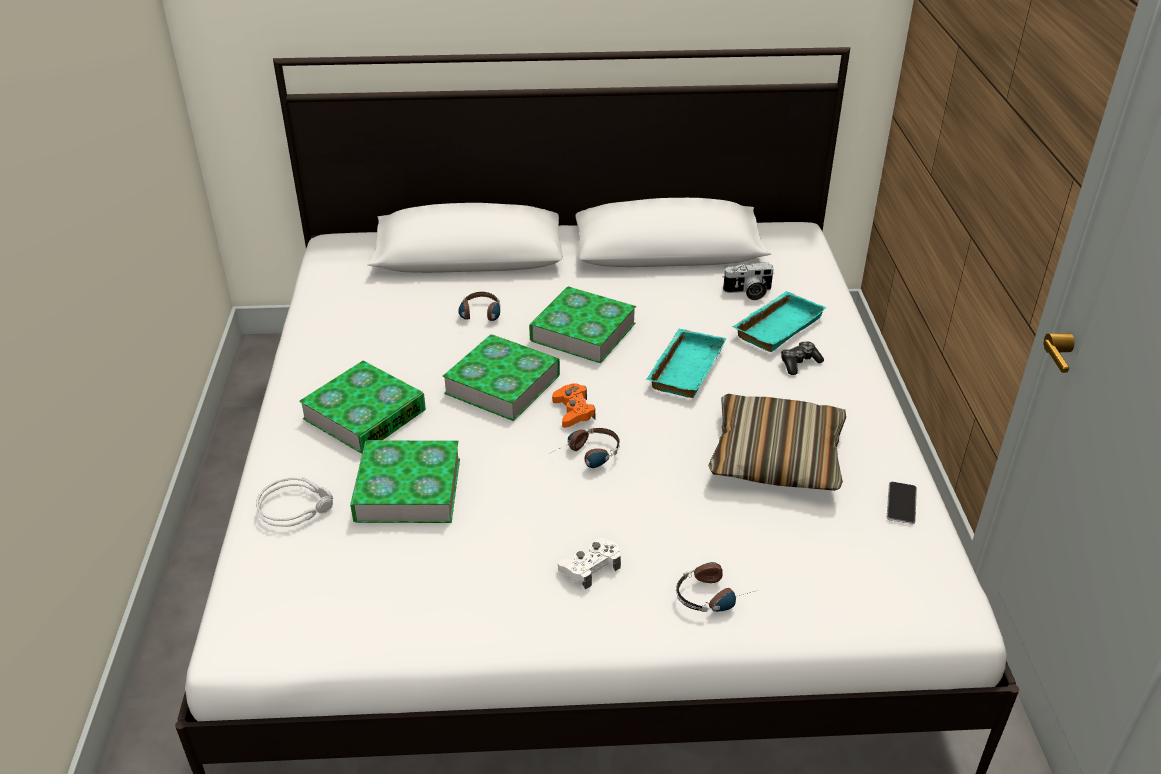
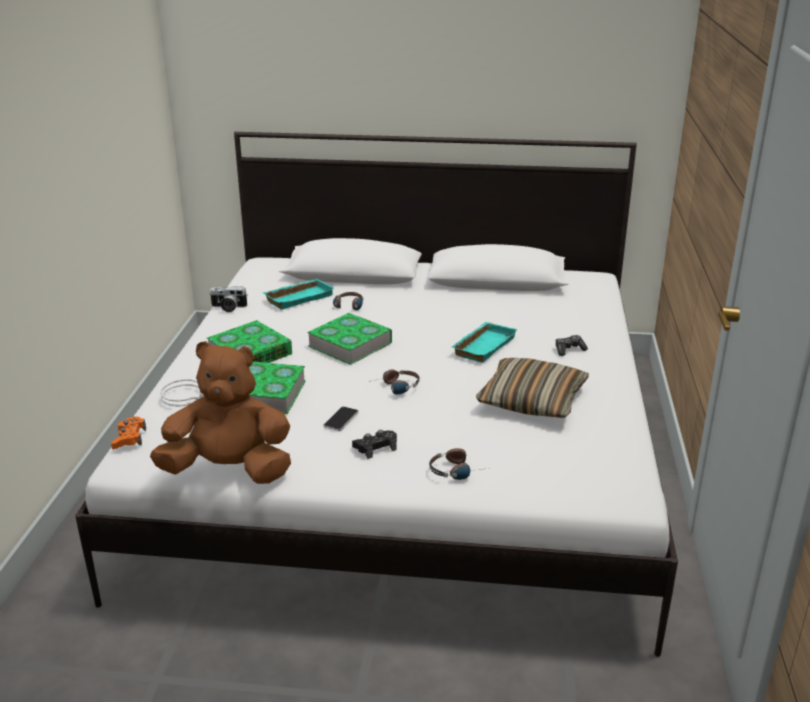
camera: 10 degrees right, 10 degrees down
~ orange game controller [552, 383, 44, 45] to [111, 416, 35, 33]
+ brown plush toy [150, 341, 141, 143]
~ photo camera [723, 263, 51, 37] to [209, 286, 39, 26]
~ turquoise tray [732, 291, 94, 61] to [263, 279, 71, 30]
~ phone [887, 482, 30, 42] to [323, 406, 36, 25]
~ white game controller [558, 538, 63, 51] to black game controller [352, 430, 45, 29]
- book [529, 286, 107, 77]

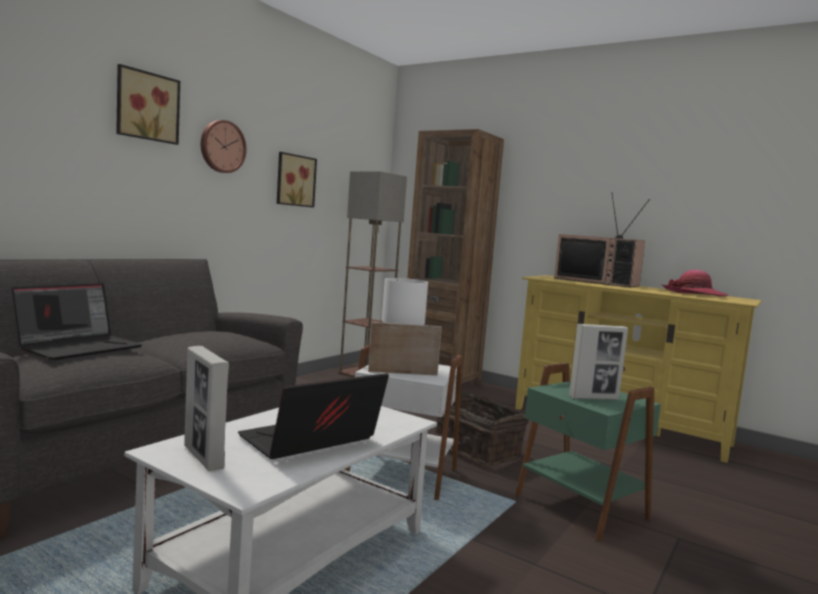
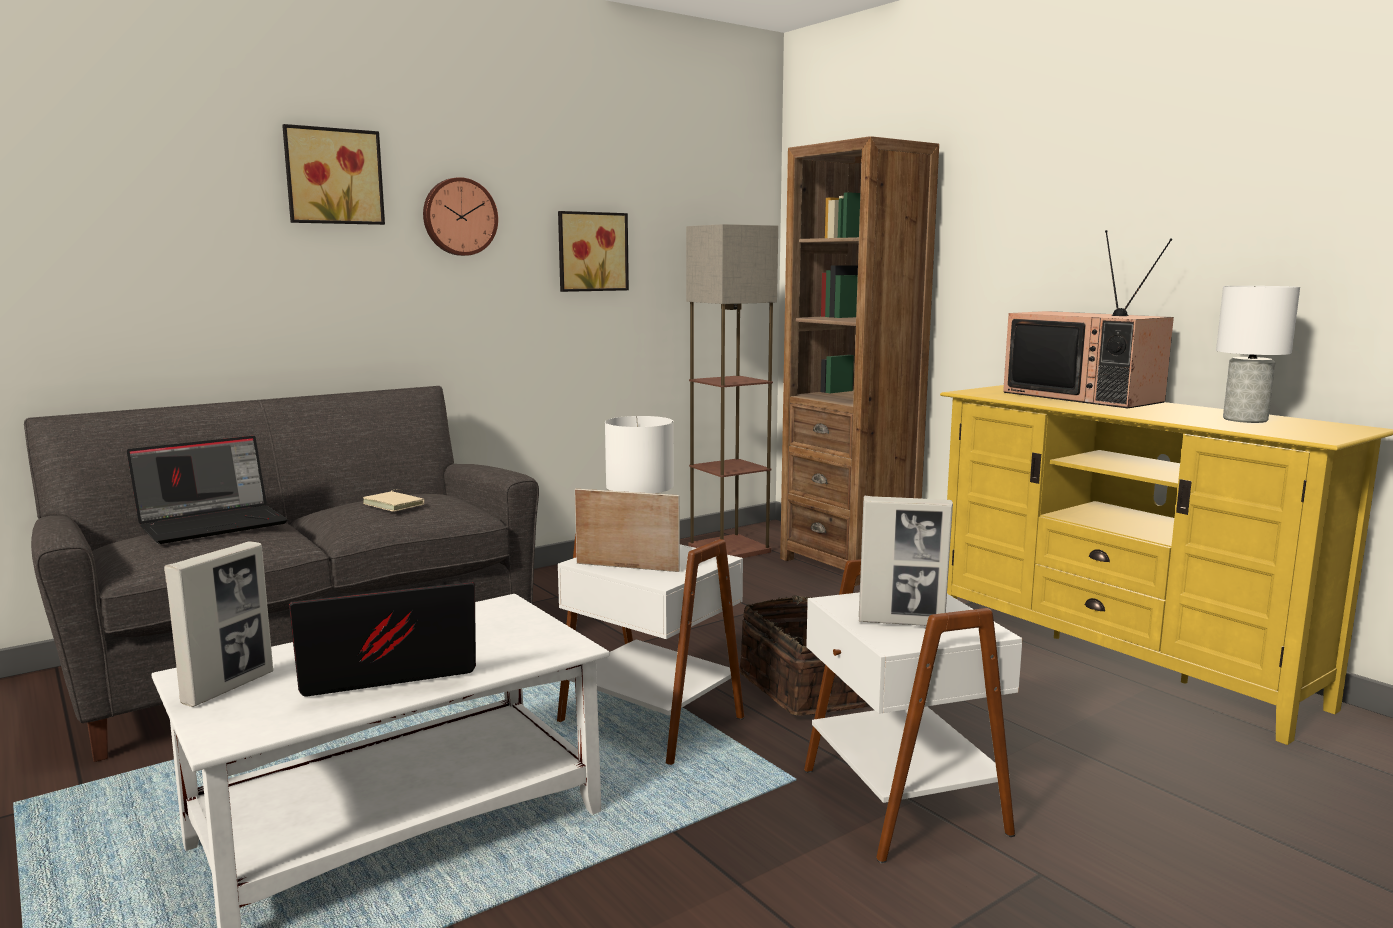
camera: 20 degrees right, 5 degrees up
~ picture frame [184, 346, 45, 125] = [164, 542, 109, 165] 135 degrees counterclockwise
+ beige book [363, 490, 61, 22]
~ green side table [515, 363, 146, 180] to white side table [804, 559, 218, 304]
~ hat [661, 269, 67, 28] to white table lamp [1216, 286, 84, 137]

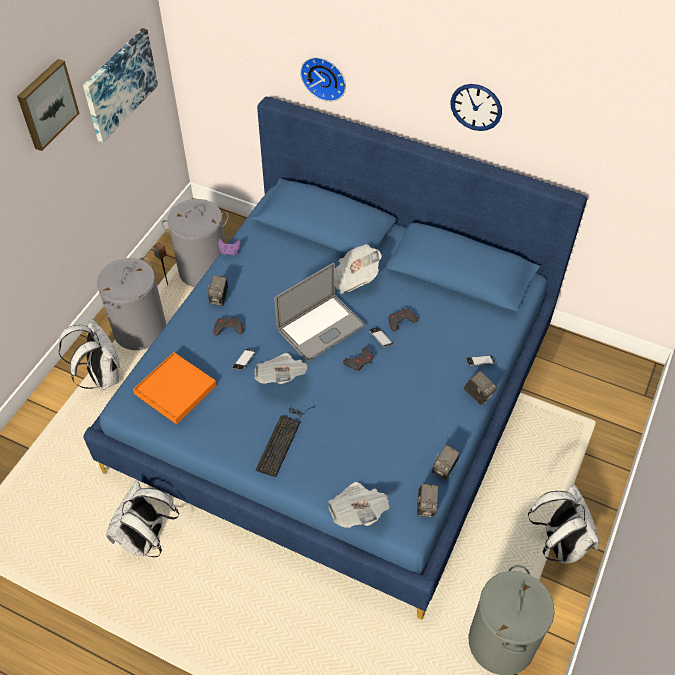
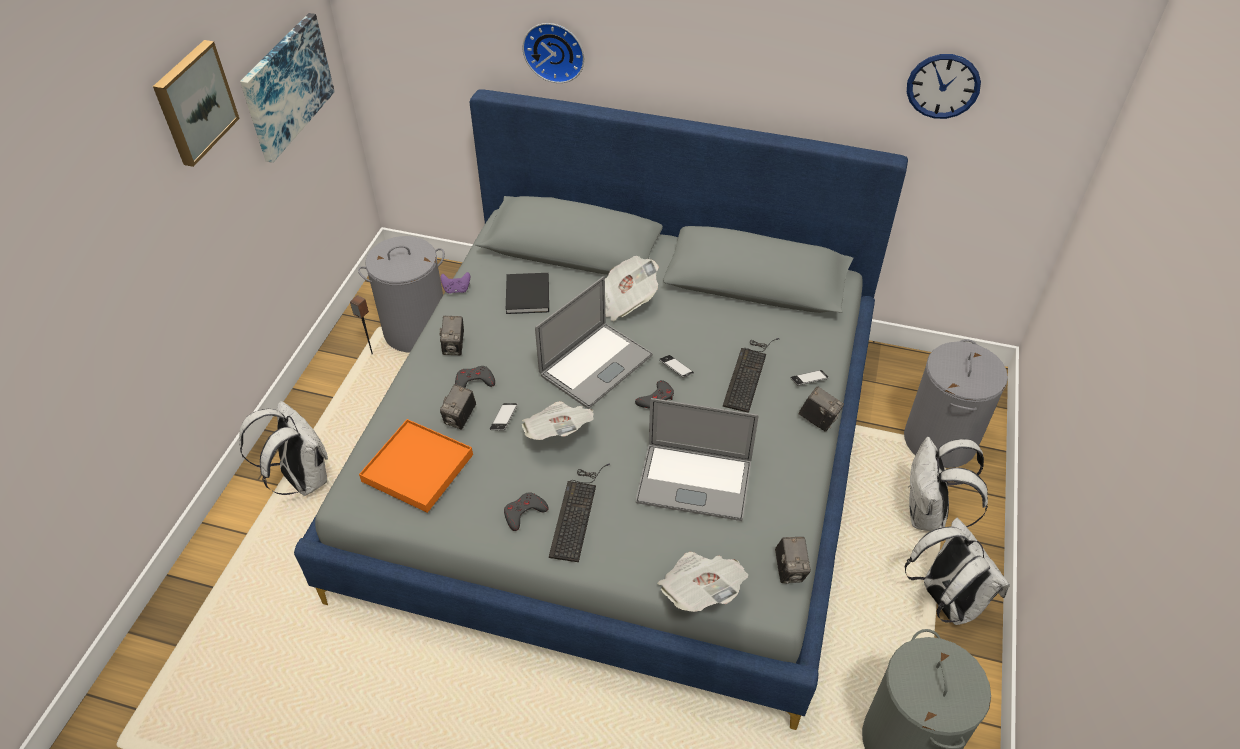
camera: 10 degrees left, 5 degrees down
~ blue bed [83, 97, 505, 523] to grey bed [294, 89, 614, 641]
~ photo camera [432, 445, 28, 35] to [440, 384, 36, 46]
~ grey game controller [388, 308, 30, 24] to [504, 492, 45, 39]
+ black book [506, 273, 43, 41]
+ laptop [636, 398, 122, 123]
+ keyboard [723, 338, 56, 75]
~ grey laundry basket [97, 257, 69, 93] to [904, 339, 104, 129]
~ wall clock [450, 84, 52, 47] to [907, 54, 74, 65]
~ white backpack [106, 480, 73, 77] to [908, 437, 80, 94]

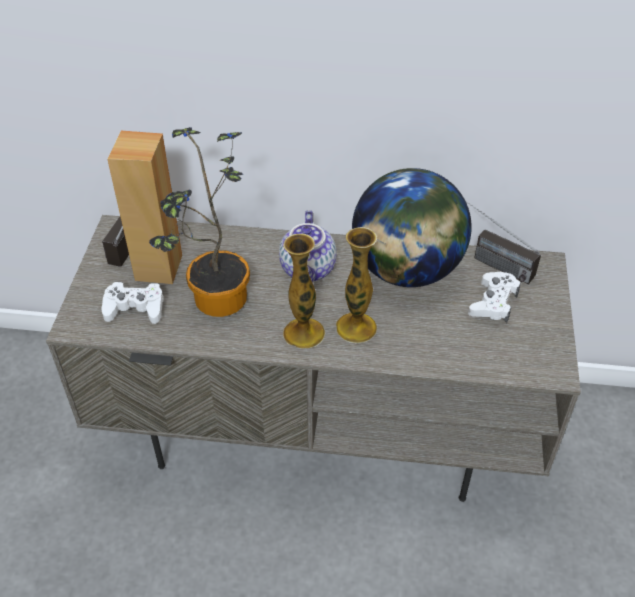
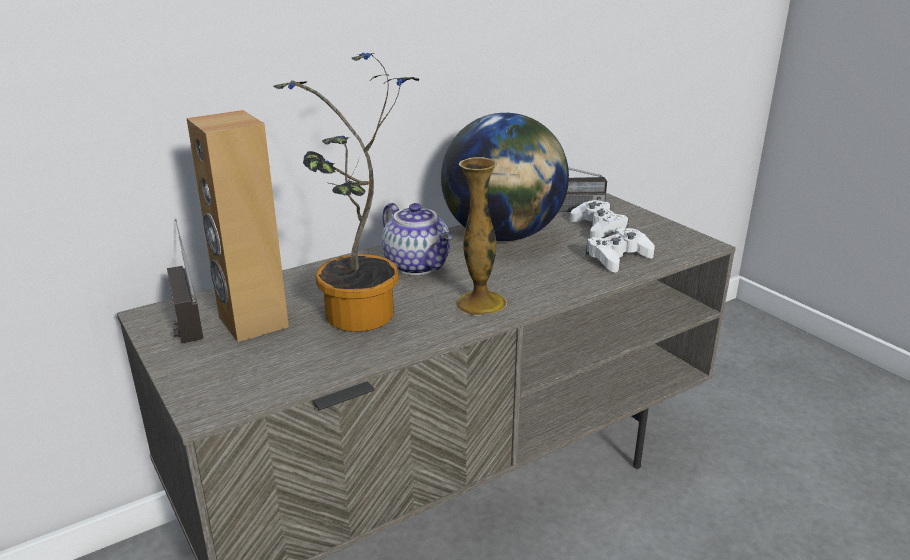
camera: 40 degrees left, 20 degrees down
~ white game controller [101, 282, 63, 42] to [586, 227, 69, 46]
- vase [336, 227, 41, 116]

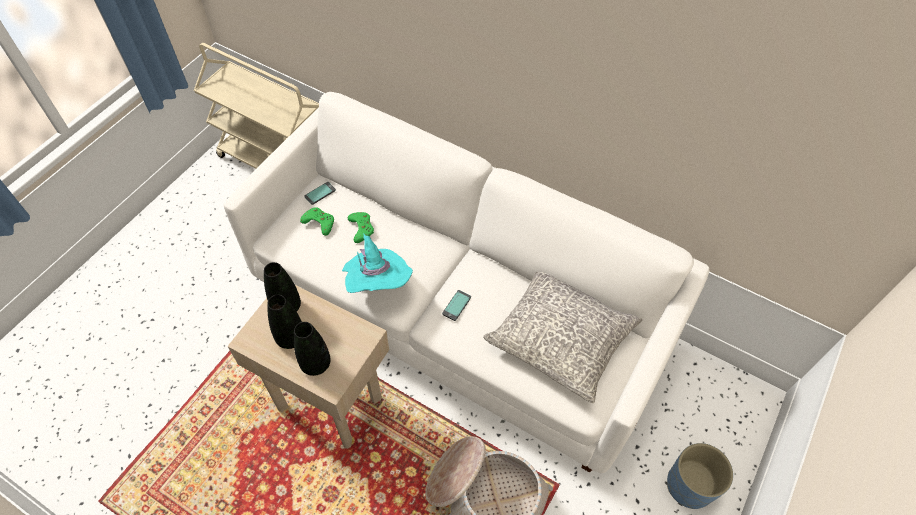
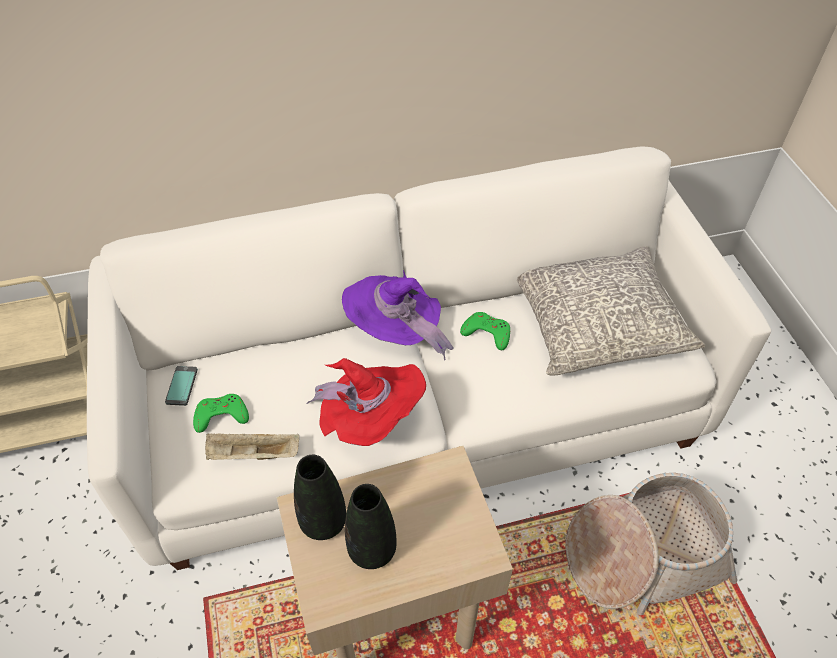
camera: 45 degrees left, 5 degrees down
+ beige tray [205, 433, 94, 27]
~ turquoise hat [342, 233, 71, 60] to red hat [306, 358, 120, 88]
+ purple hat [342, 270, 112, 91]
~ green game controller [348, 212, 26, 31] to [460, 312, 50, 38]
- black vase [294, 322, 37, 54]
- phone [442, 290, 29, 31]
- blue planter [667, 443, 66, 66]

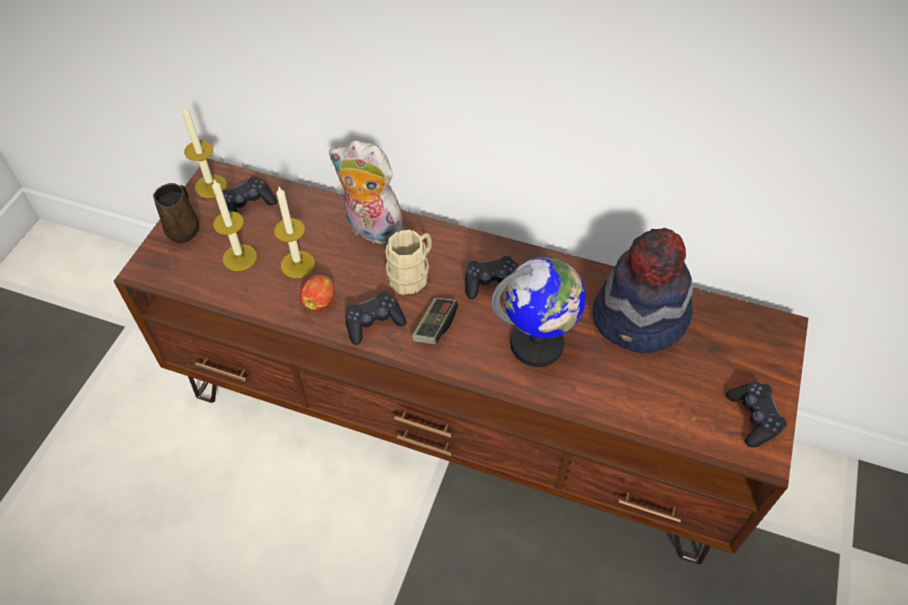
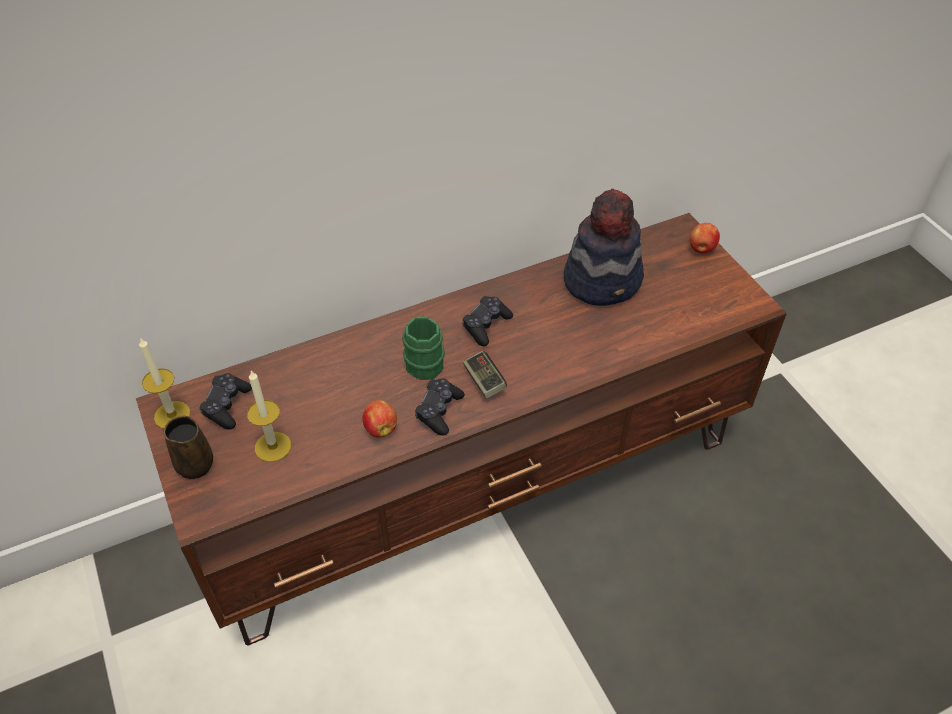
camera: 45 degrees left, 5 degrees down
~ beige mug [385, 230, 47, 65] to green mug [402, 315, 43, 65]
+ apple [690, 223, 30, 30]
- candle [274, 187, 41, 91]
- plush toy [329, 140, 78, 107]
- globe [491, 256, 95, 111]
- black game controller [726, 381, 61, 66]

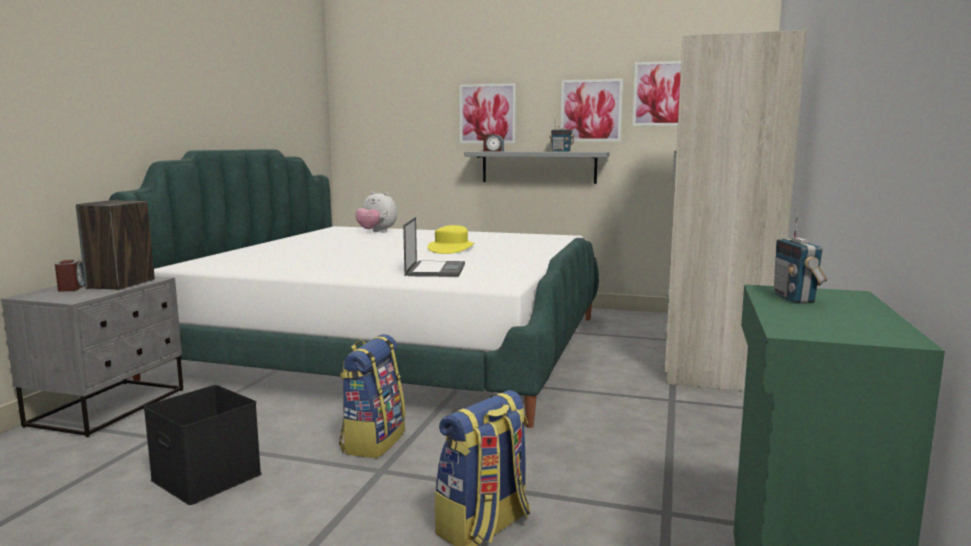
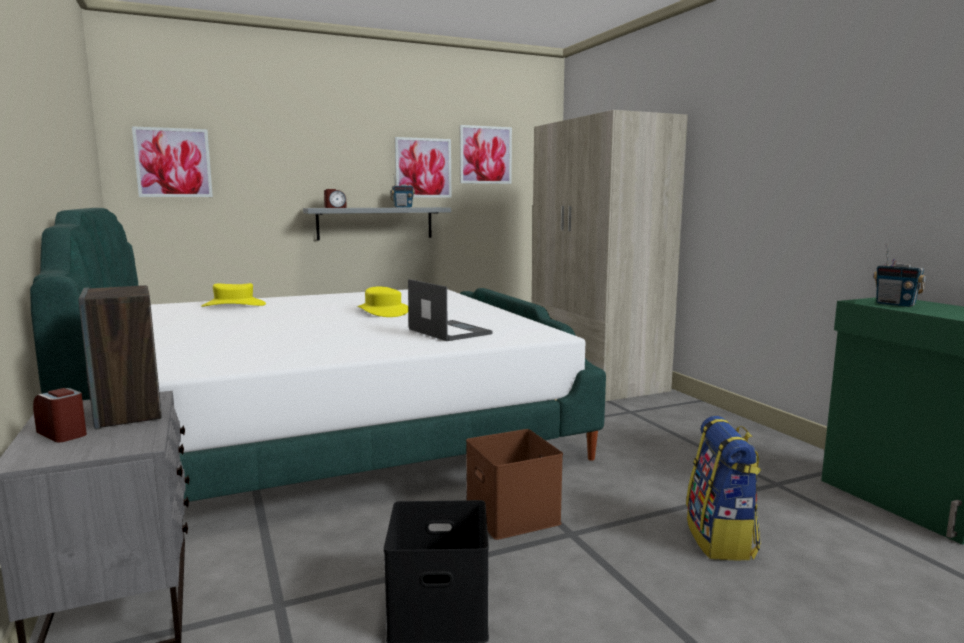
camera: 40 degrees left, 0 degrees up
~ picture [459, 83, 57, 60] to [132, 126, 81, 71]
~ plush toy [355, 192, 42, 40] to yellow hat [201, 283, 65, 24]
~ backpack [339, 334, 66, 124] to brown storage box [466, 429, 97, 111]

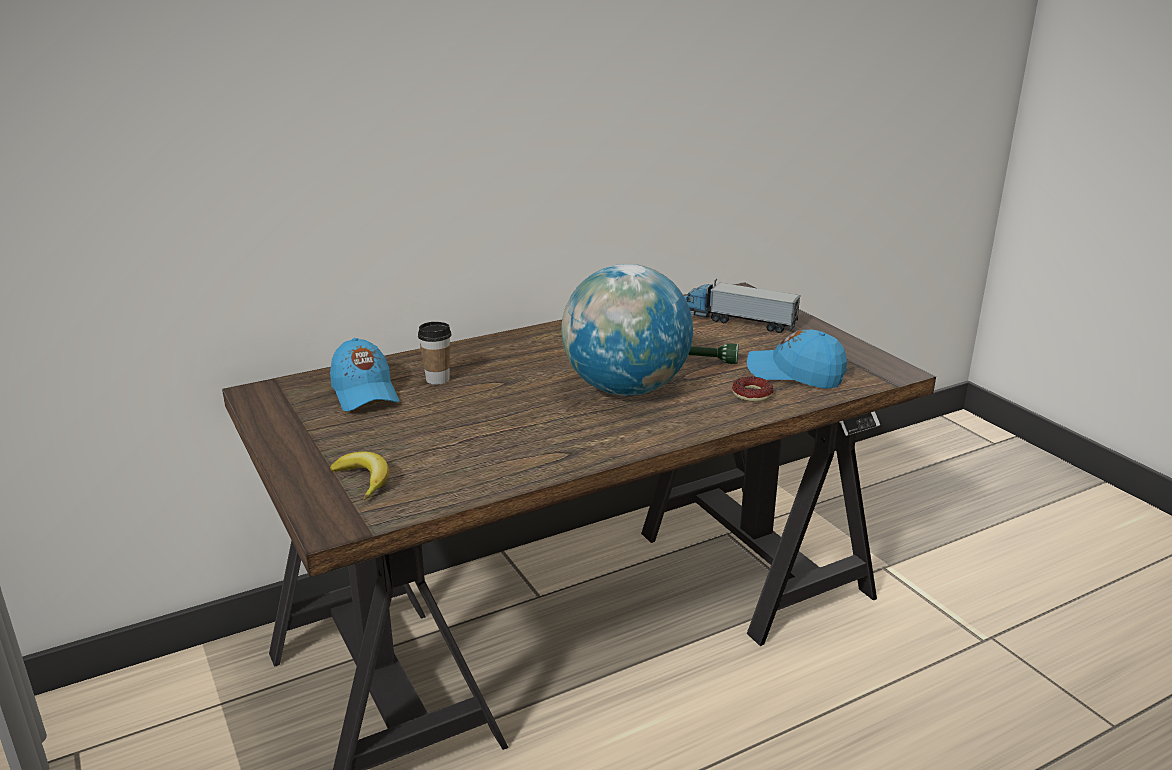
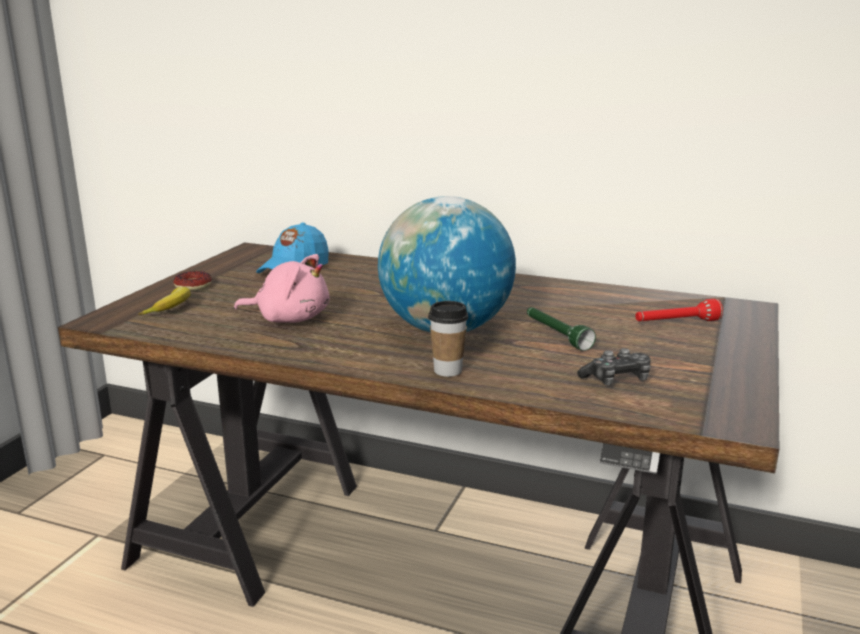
camera: 50 degrees right, 5 degrees down
~ donut [732, 376, 42, 26] to [174, 271, 38, 20]
+ pink plush toy [234, 254, 95, 69]
~ cup [418, 322, 34, 63] to [428, 301, 41, 76]
~ blue cap [747, 329, 100, 60] to game controller [577, 348, 74, 37]
~ toy truck [684, 279, 117, 54] to red flashlight [635, 299, 88, 22]

